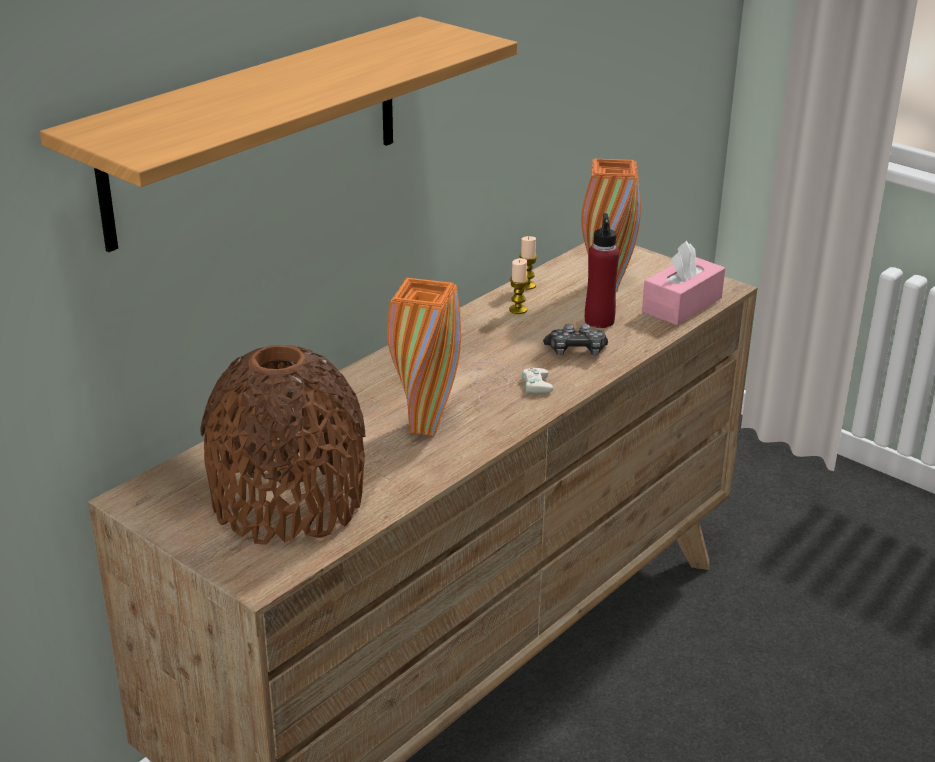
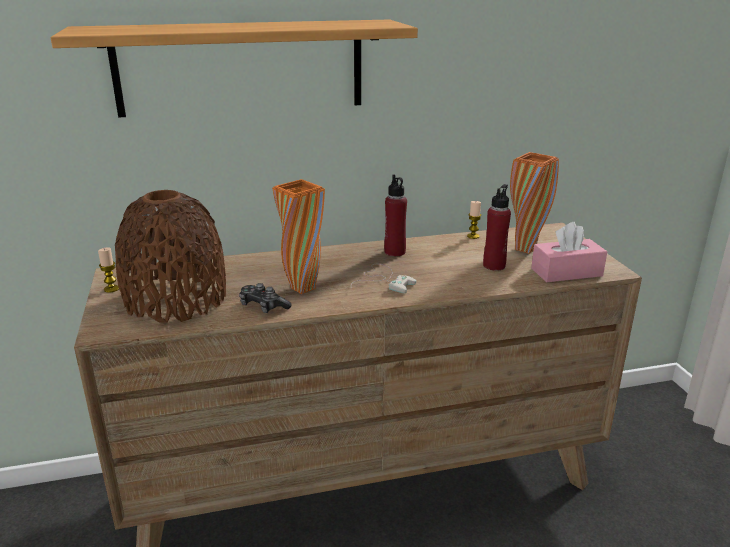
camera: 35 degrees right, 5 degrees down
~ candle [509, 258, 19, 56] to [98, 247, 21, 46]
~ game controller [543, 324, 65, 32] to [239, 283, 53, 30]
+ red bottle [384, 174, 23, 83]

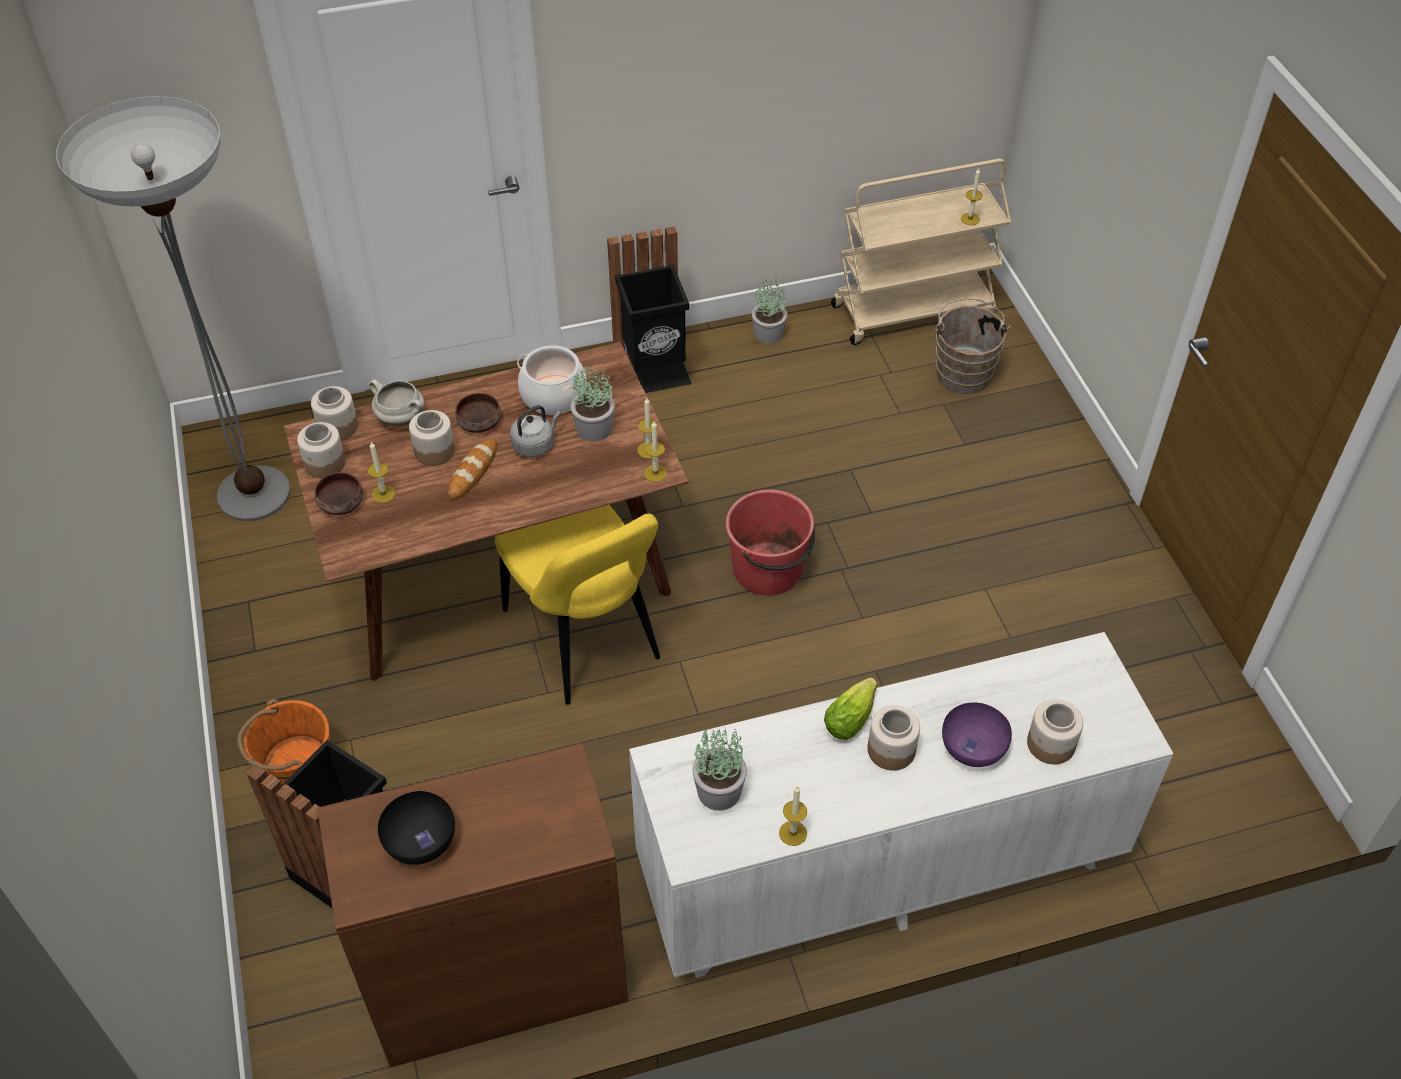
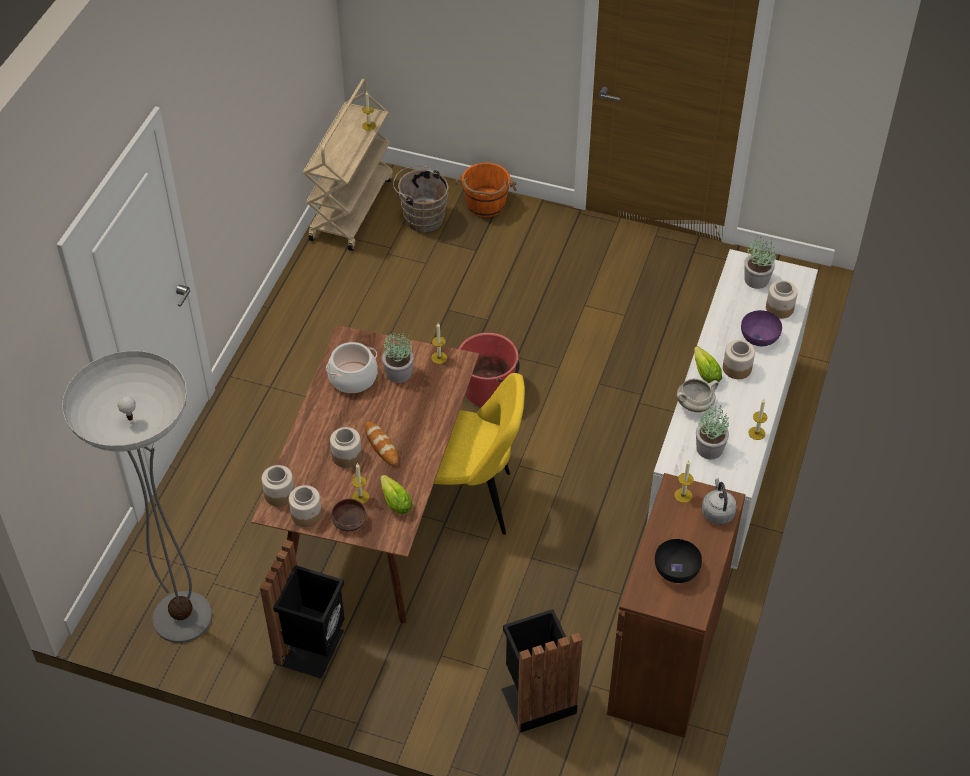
camera: 55 degrees left, 0 degrees up
~ black trash can [607, 226, 85, 167] to [260, 539, 85, 140]
+ lettuce [380, 475, 33, 39]
~ orange bucket [237, 699, 93, 86] to [455, 163, 62, 55]
~ candle [644, 421, 23, 61] to [674, 460, 20, 43]
~ white cooking pot [369, 379, 55, 47] to [676, 379, 42, 33]
~ grey kettle [510, 405, 51, 52] to [702, 478, 35, 47]
~ potted plant [752, 277, 35, 67] to [744, 235, 32, 54]
- brown bowl [455, 393, 46, 40]

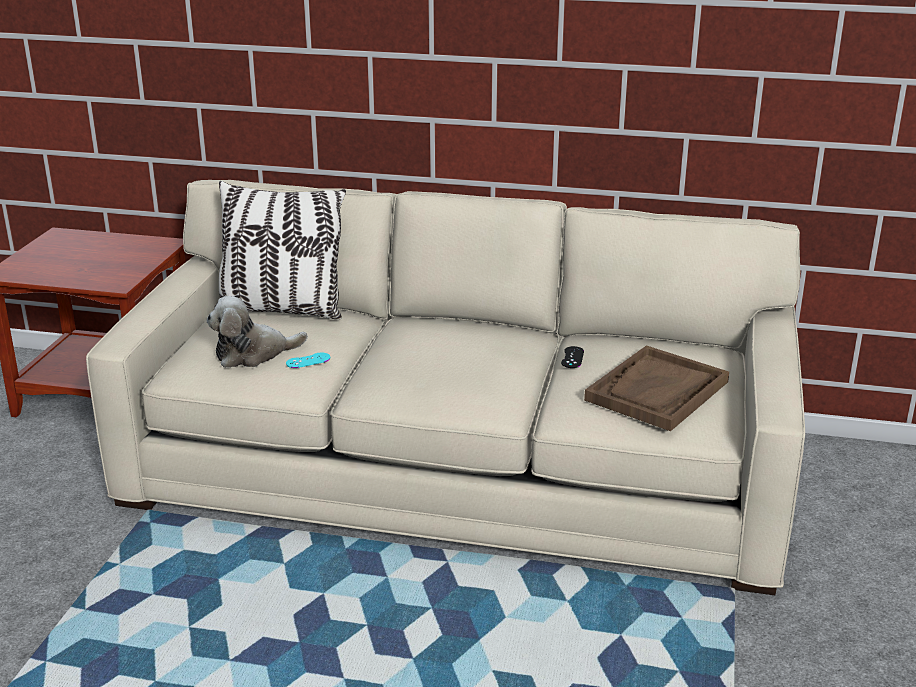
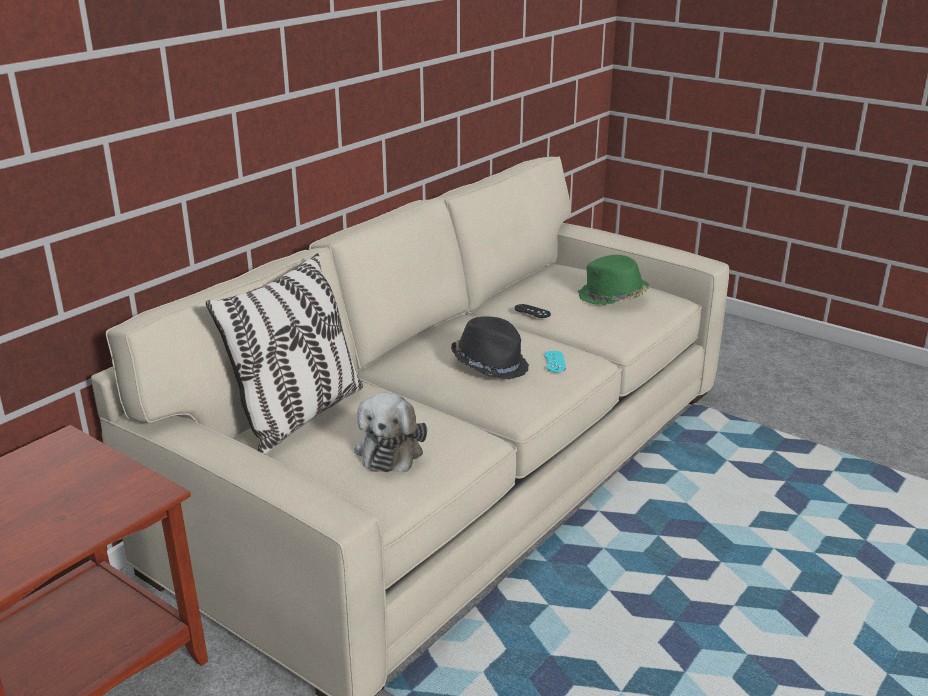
camera: 65 degrees left, 0 degrees up
+ black hat [451, 316, 78, 64]
~ turquoise game controller [286, 353, 44, 15] to [544, 351, 22, 21]
~ brown tray [584, 345, 145, 86] to green hat [578, 255, 71, 50]

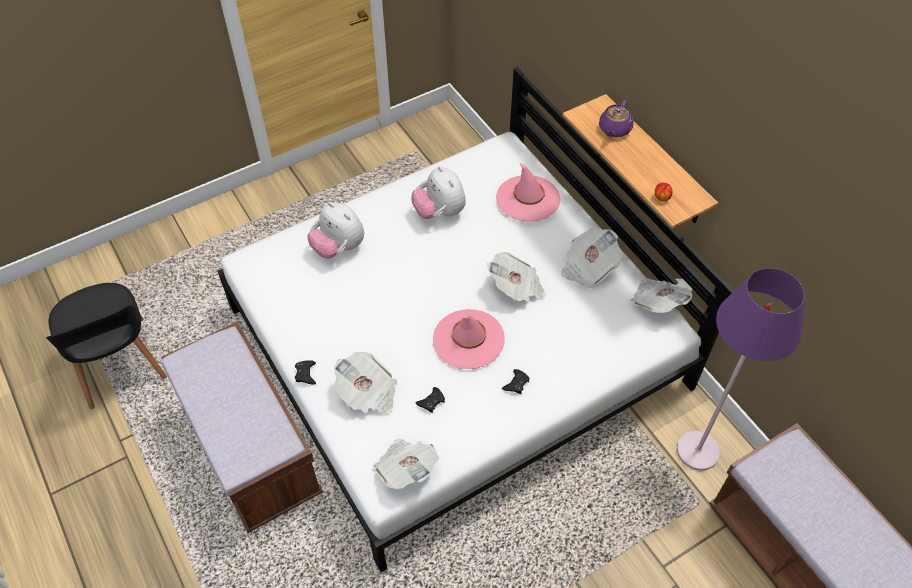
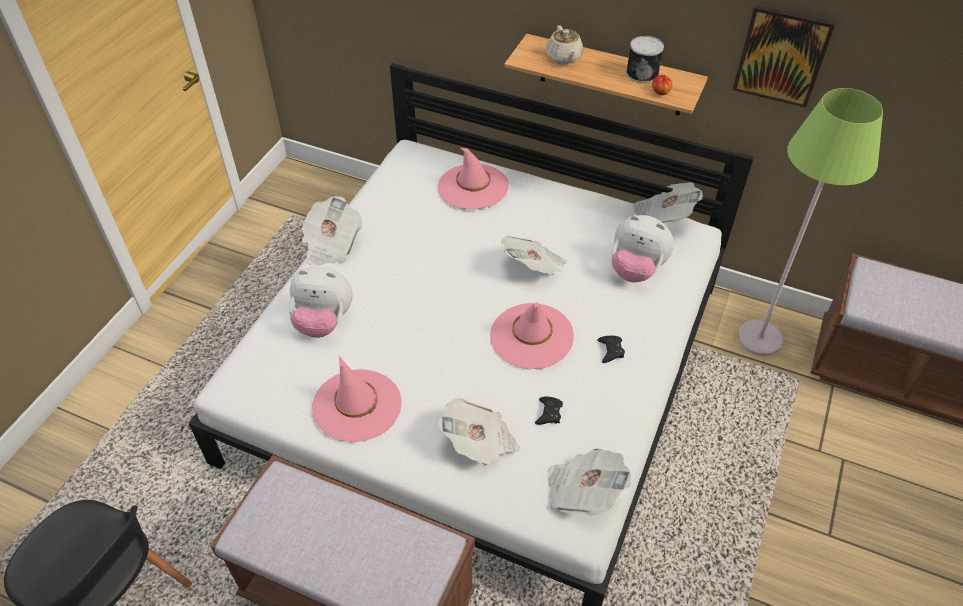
camera: 35 degrees left, 5 degrees down
~ newspaper [561, 227, 61, 61] to [301, 196, 61, 70]
+ pink hat [312, 356, 90, 86]
~ purple teapot [599, 100, 35, 37] to beige teapot [546, 25, 37, 39]
~ plush toy [412, 166, 54, 53] to [612, 215, 62, 67]
+ can [626, 36, 38, 47]
+ picture [733, 5, 103, 103]
~ purple floor lamp [677, 268, 128, 203] to green floor lamp [738, 88, 145, 268]
- black game controller [295, 360, 21, 25]

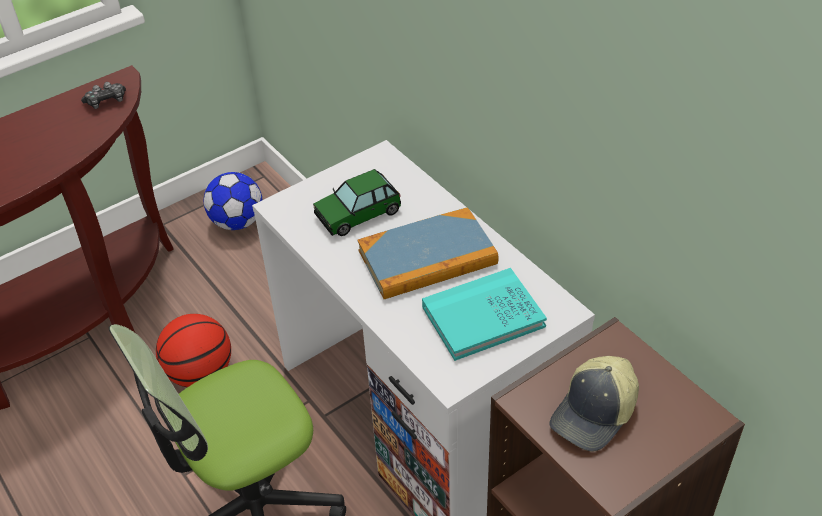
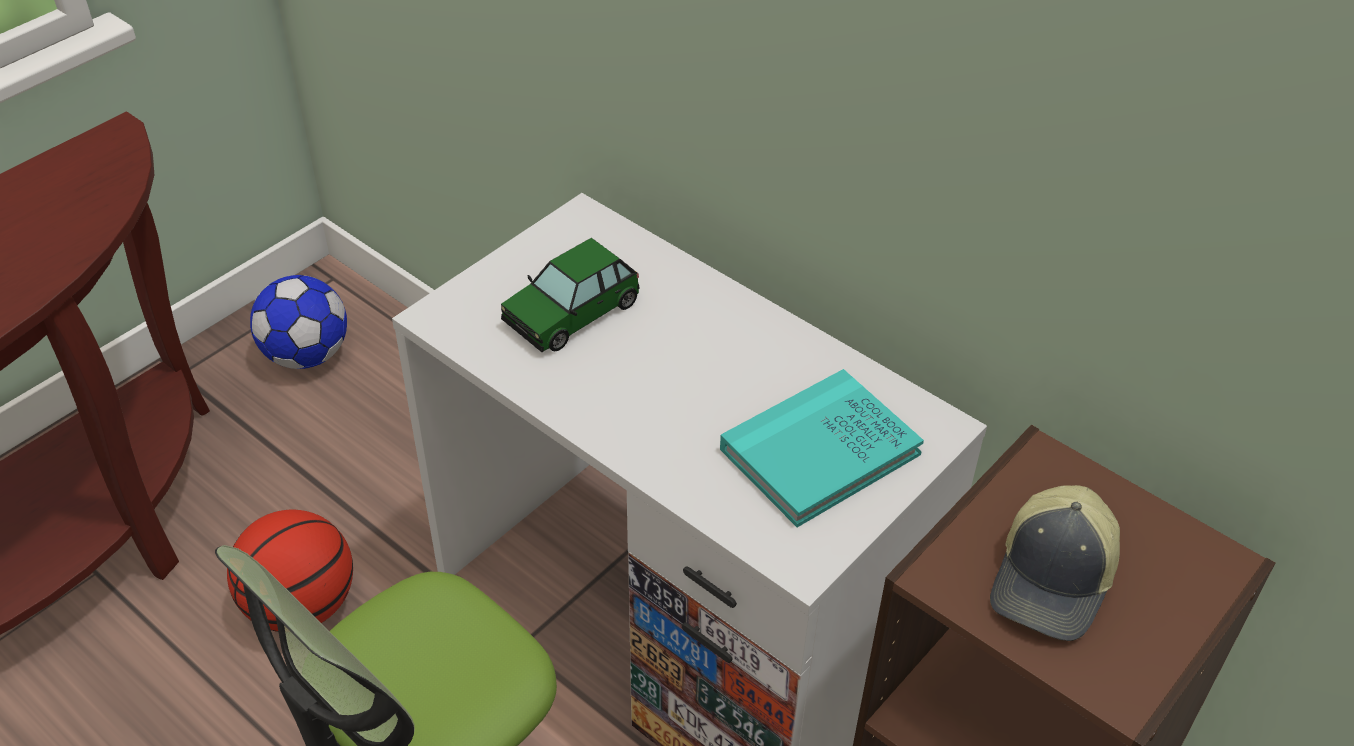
camera: 15 degrees left, 0 degrees up
- game controller [81, 82, 45, 27]
- book [358, 207, 140, 92]

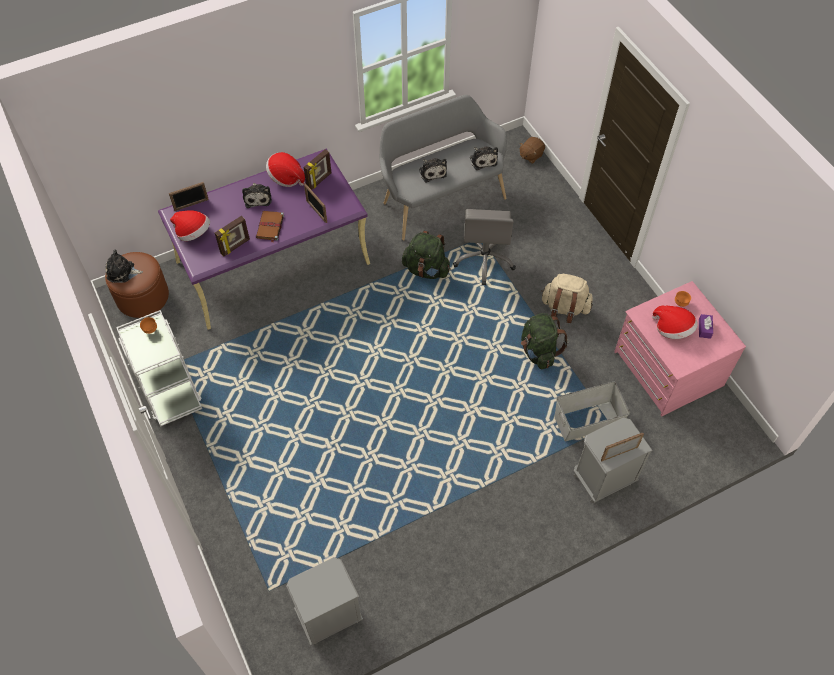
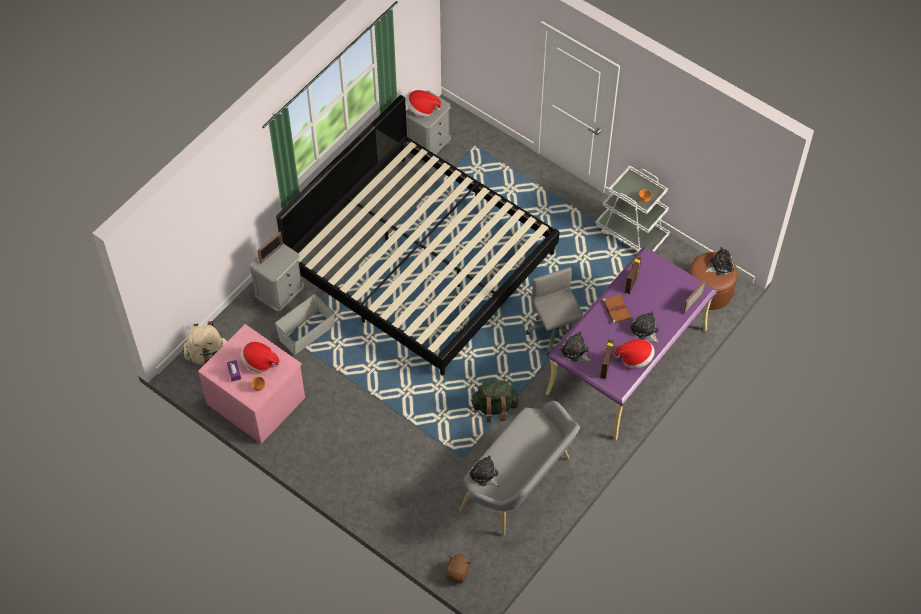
camera: 155 degrees right, 0 degrees up
~ beige backpack [541, 274, 52, 49] to [183, 321, 44, 43]
+ bed [276, 95, 284, 281]
~ hat [170, 210, 40, 31] to [406, 90, 35, 27]
~ grey office chair [453, 209, 63, 76] to [526, 267, 58, 89]
~ plush toy [419, 158, 28, 24] to [561, 332, 30, 30]
- picture frame [304, 183, 23, 40]
- green backpack [521, 313, 47, 56]

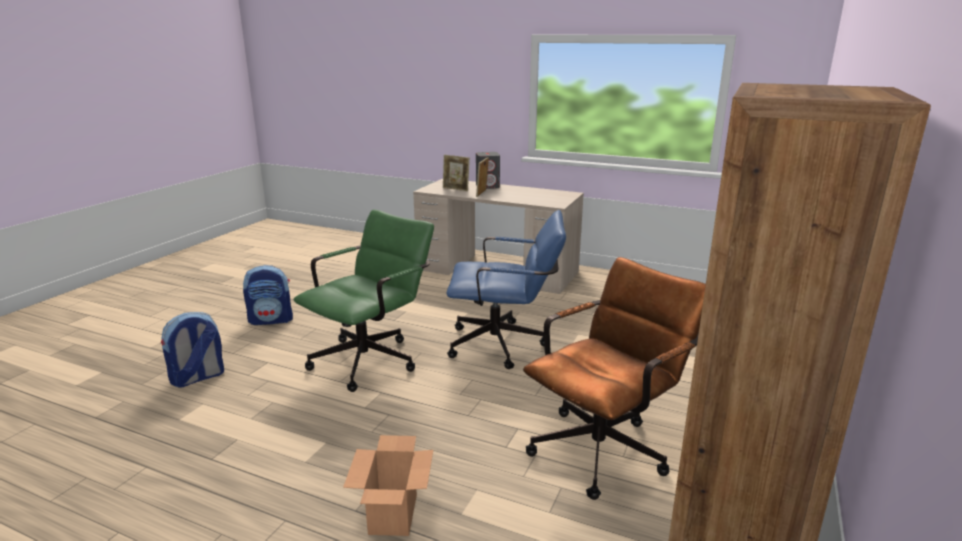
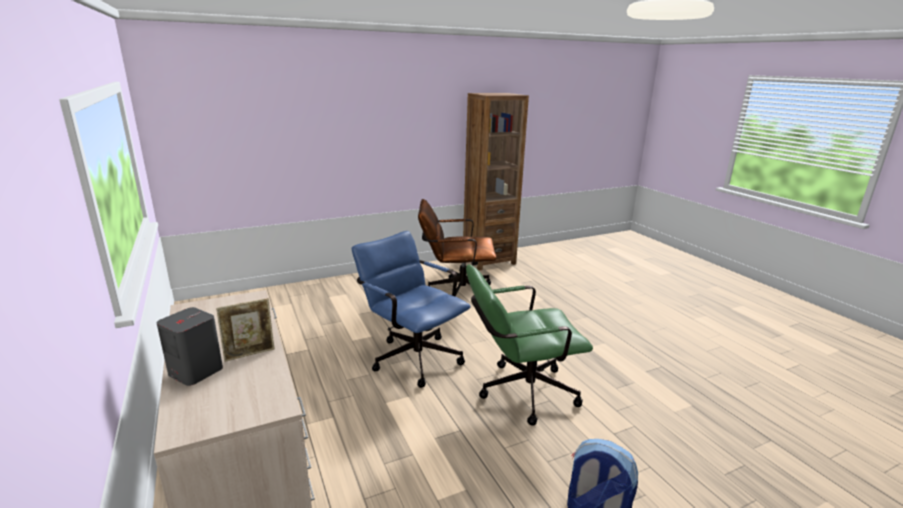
camera: 140 degrees left, 0 degrees up
- backpack [161, 312, 63, 76]
- cardboard box [343, 435, 90, 101]
- picture frame [443, 155, 27, 36]

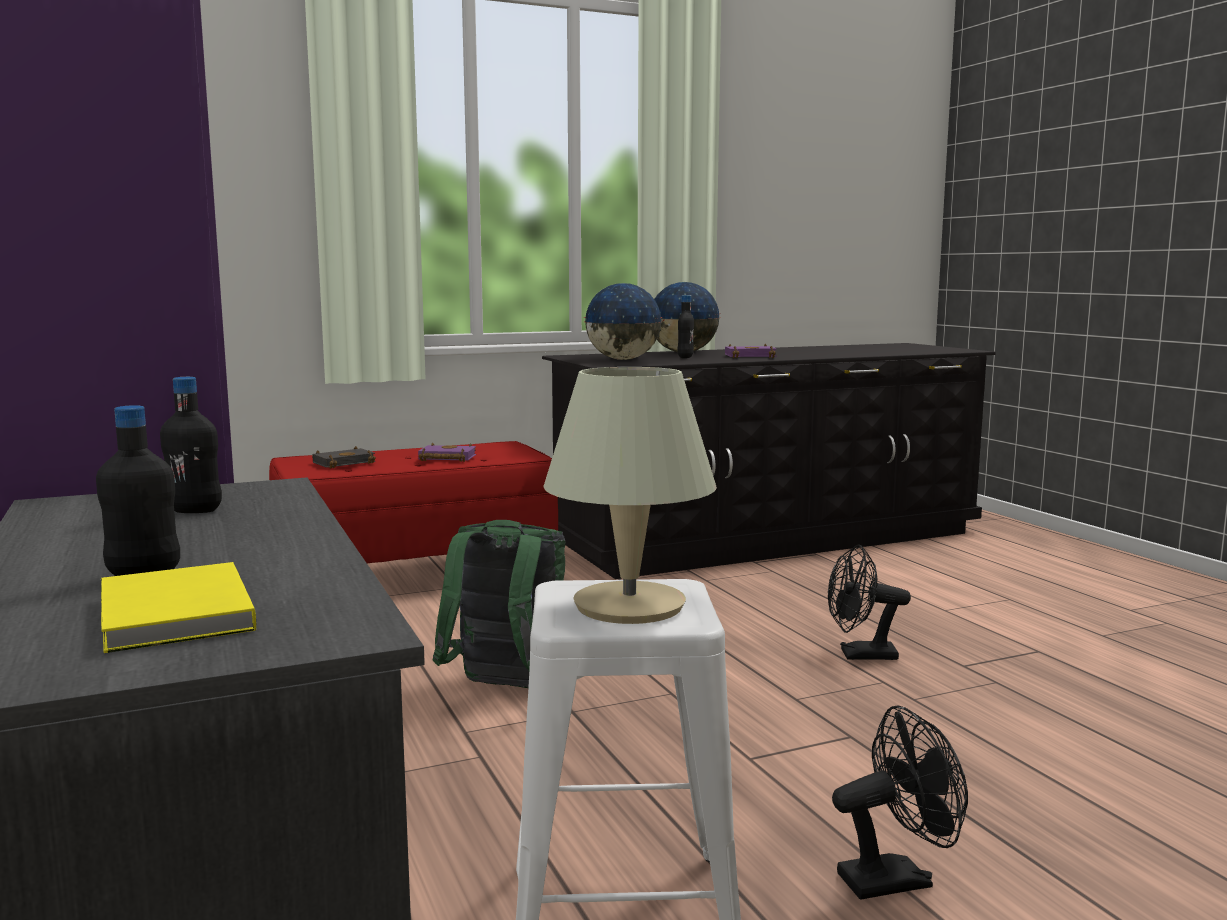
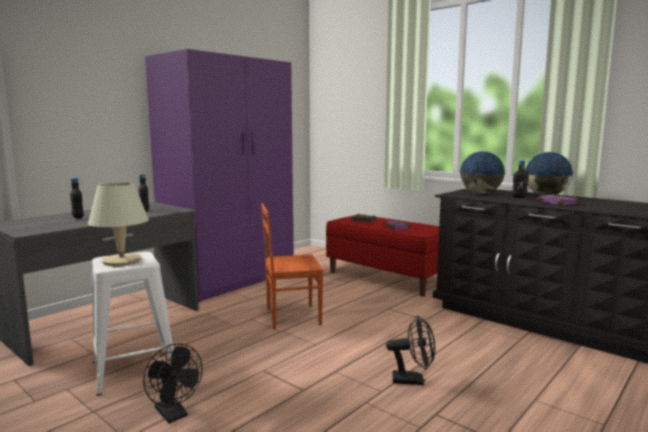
camera: 65 degrees right, 0 degrees up
~ green backpack [433, 520, 132, 168] to brown chair [261, 203, 63, 127]
~ black fan [828, 544, 83, 116] = [386, 315, 49, 70] 120 degrees clockwise
- yellow book [101, 562, 155, 91]

